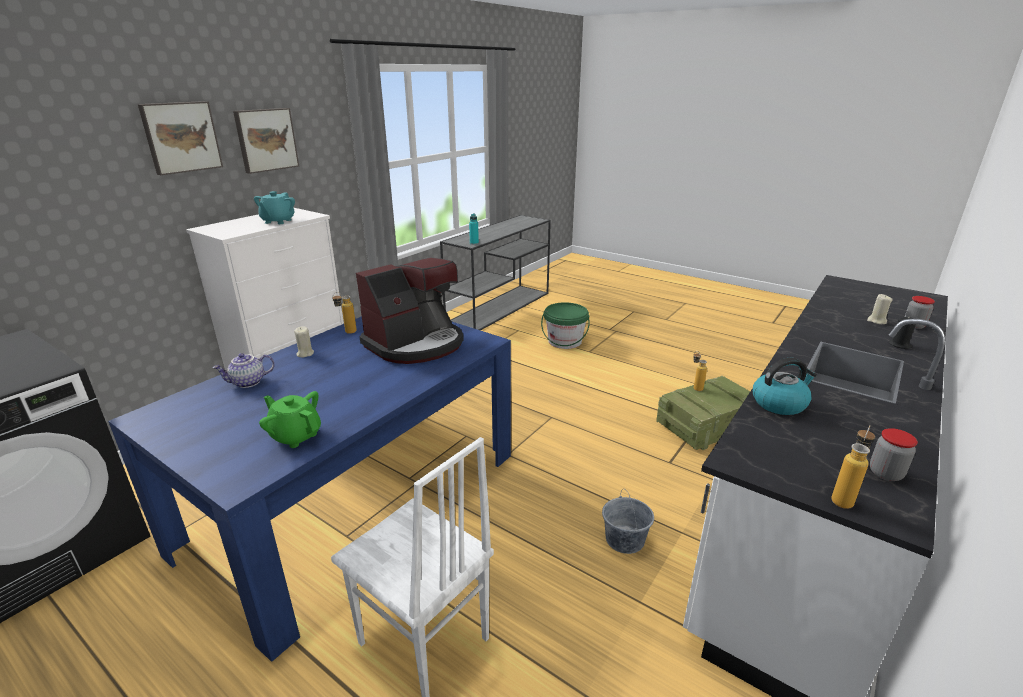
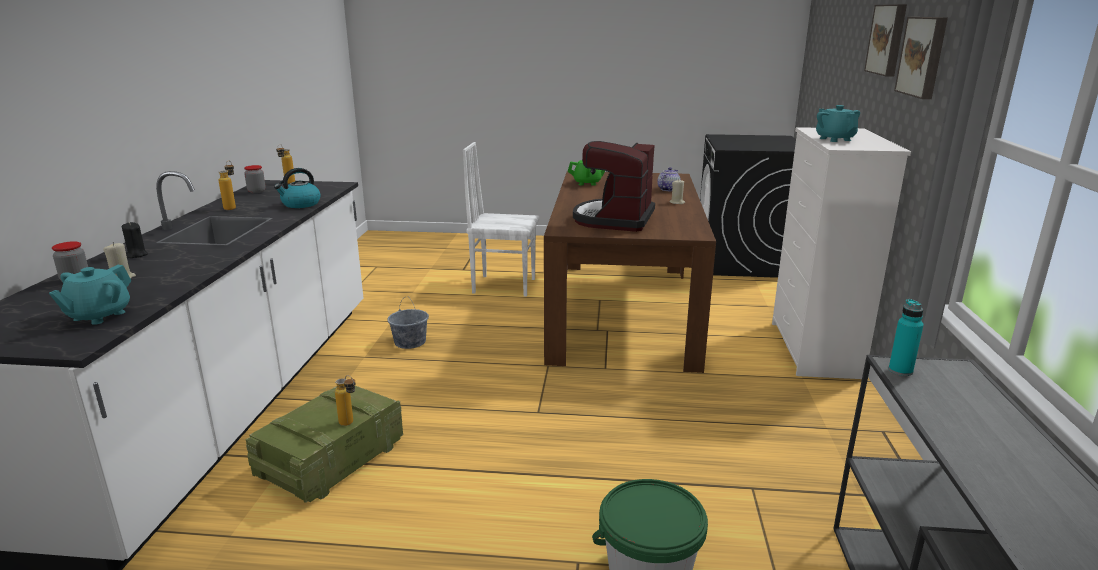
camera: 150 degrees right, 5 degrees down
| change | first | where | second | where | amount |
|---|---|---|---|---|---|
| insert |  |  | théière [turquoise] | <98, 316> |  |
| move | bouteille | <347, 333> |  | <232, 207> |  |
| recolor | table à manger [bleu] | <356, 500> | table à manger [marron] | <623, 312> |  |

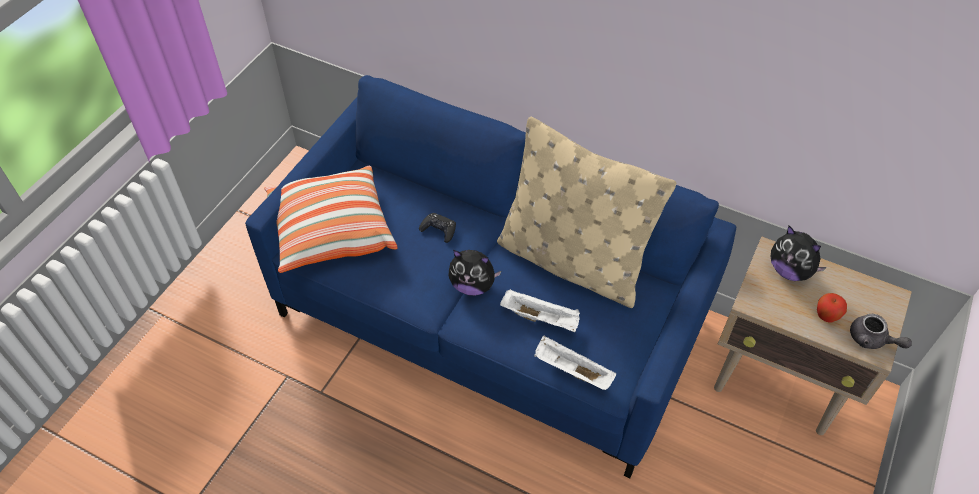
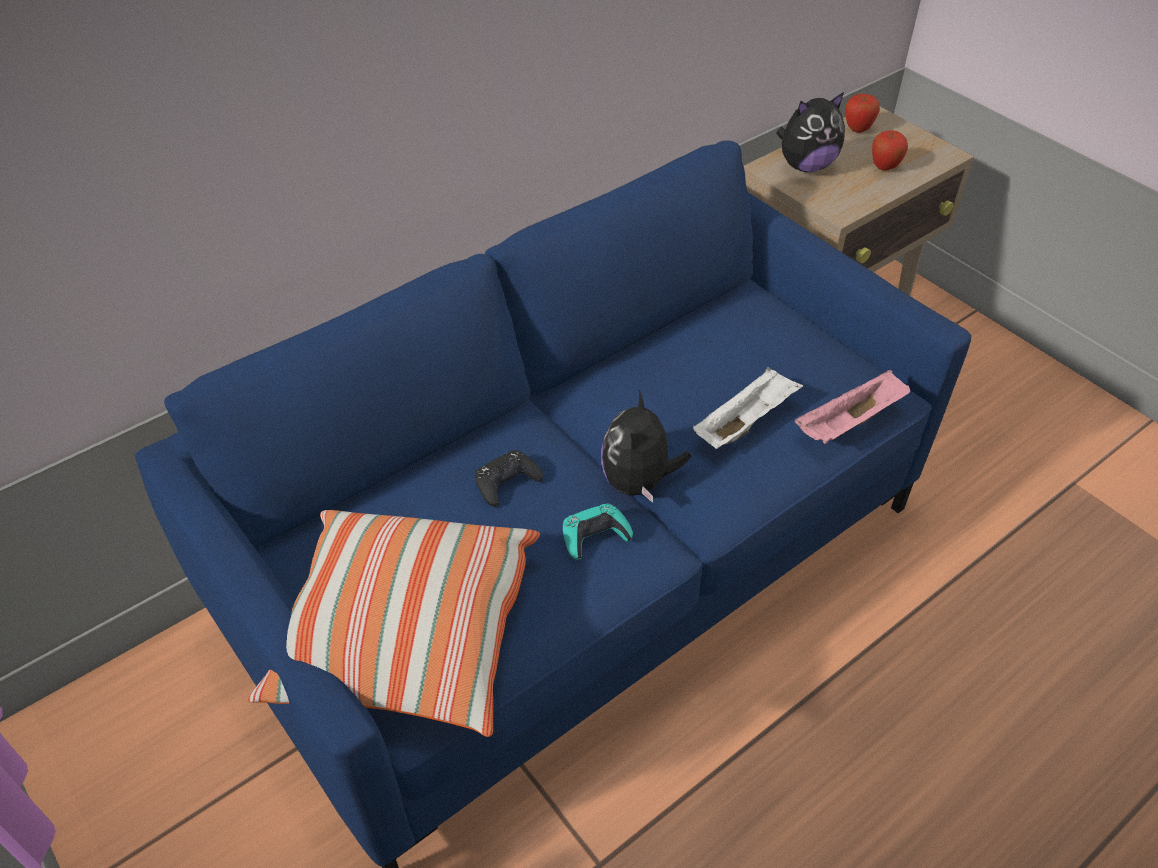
camera: 65 degrees left, 5 degrees down
| change | first | where | second | where | amount |
|---|---|---|---|---|---|
| delete | coussin [beige] | <572, 261> |  |  |  |
| delete | théière [gris] | <872, 340> |  |  |  |
| insert |  |  | manette [turquoise] | <595, 536> |  |
| insert |  |  | pomme | <857, 129> |  |
| recolor | plateau [blanc] | <571, 371> | plateau [rose] | <849, 424> |  |
| rotate | peluche | <472, 285> |  | <638, 482> | 150 degrees clockwise |

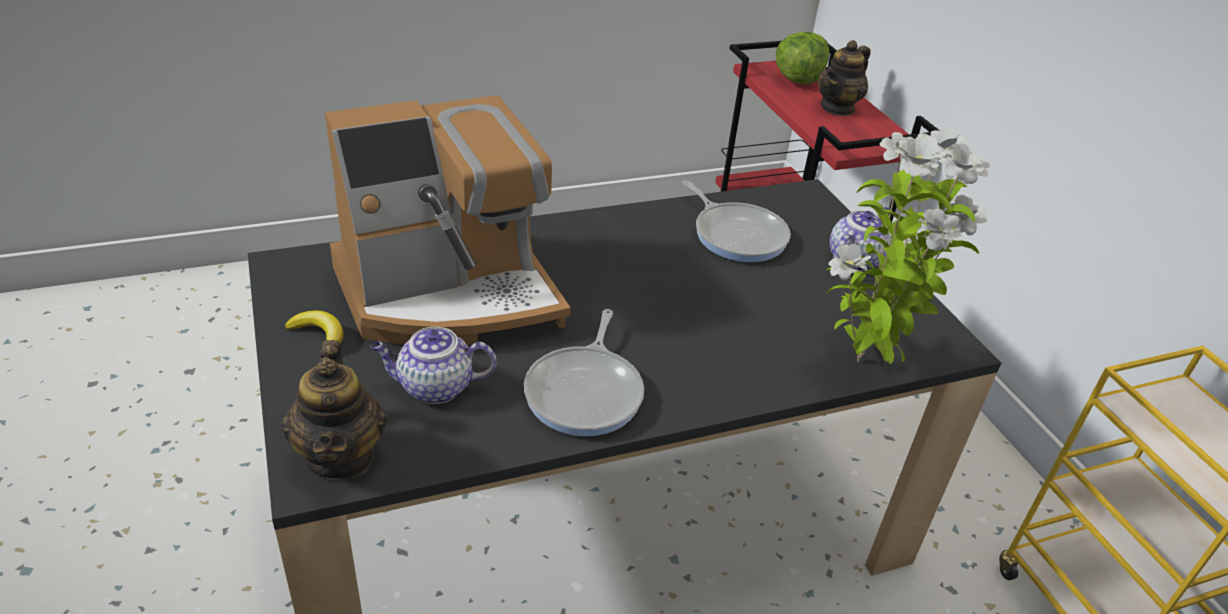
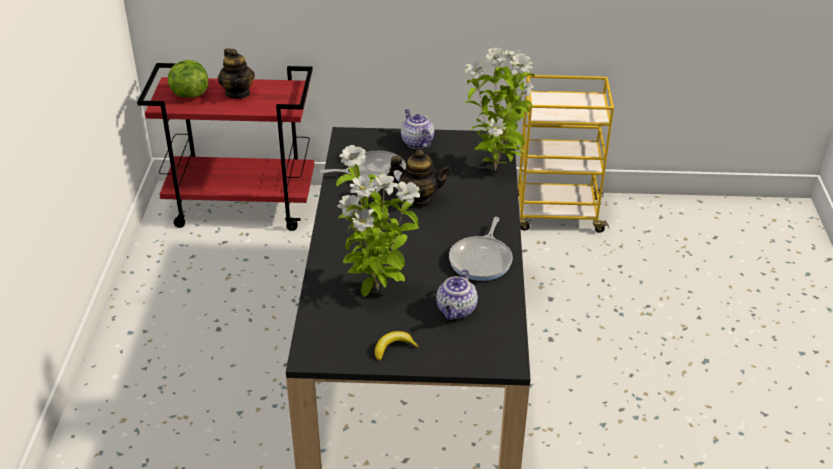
camera: 65 degrees left, 0 degrees up
| change | first | where | second | where | amount |
|---|---|---|---|---|---|
| move | théière | <341, 456> |  | <418, 198> |  |
| replace | machine à café | <450, 294> | plante en pot | <376, 291> |  |
| rotate | poêle | <586, 392> |  | <482, 260> | 75 degrees clockwise |

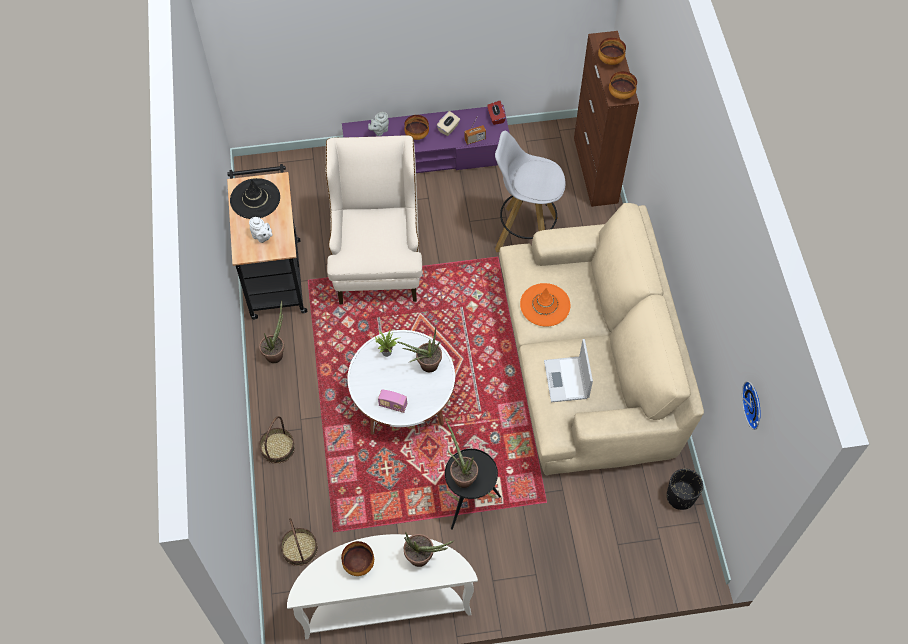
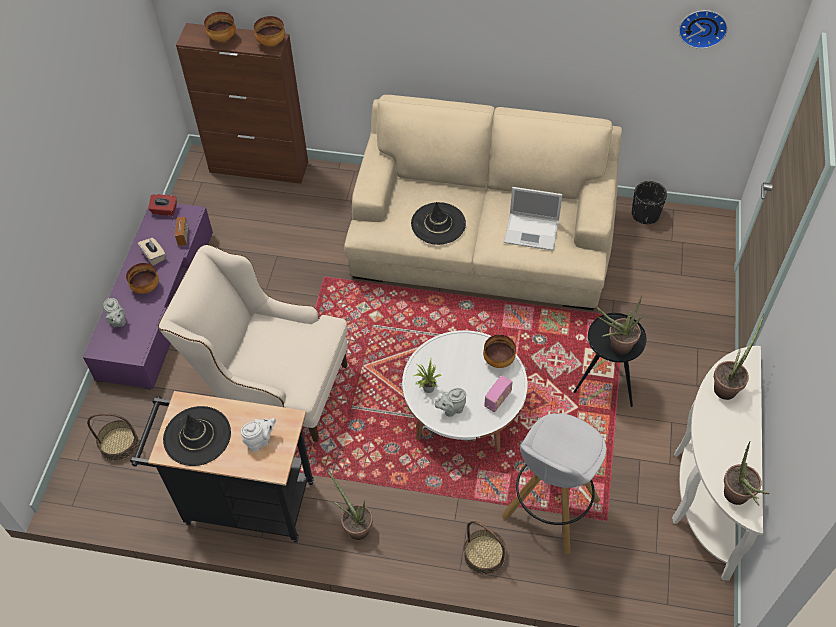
camera: 70 degrees left, 5 degrees down
| change | first | where | second | where | amount |
|---|---|---|---|---|---|
| insert |  |  | théière [gris] | <451, 409> |  |
| move | panier | <299, 548> |  | <119, 444> |  |
| move | bol | <358, 564> |  | <499, 360> |  |
| move | plante en pot | <425, 366> |  | <737, 499> |  |
| move | tabouret [blanc] | <525, 233> |  | <549, 510> |  |
| recolor | chapeau [orange] | <545, 305> | chapeau [noir] | <438, 224> |  |

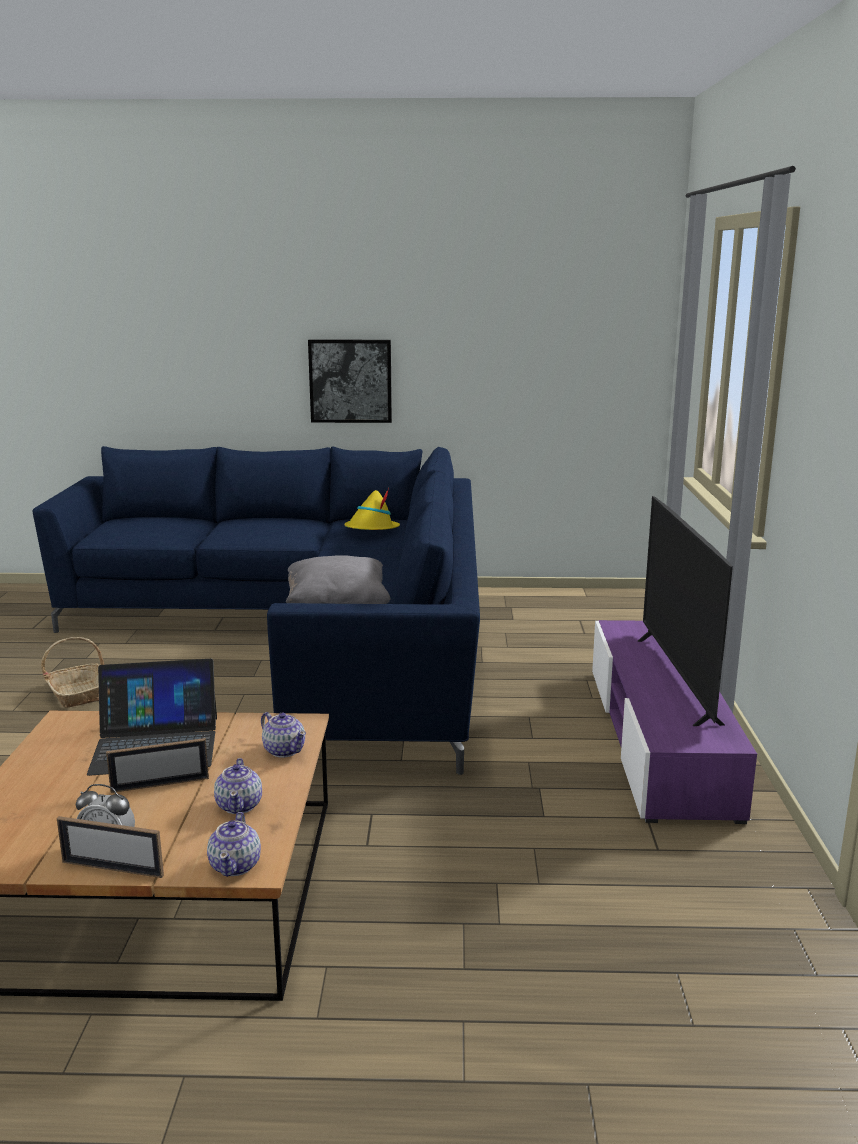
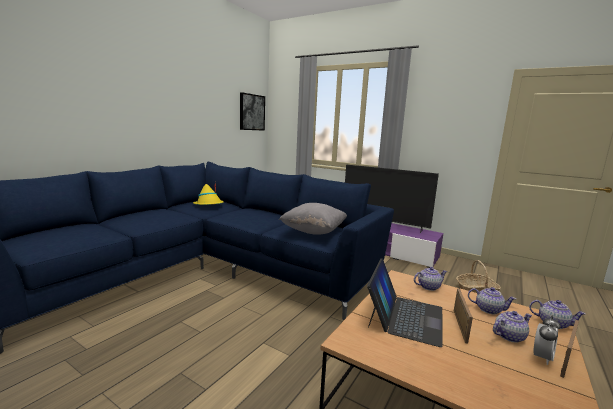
camera: 60 degrees left, 5 degrees down
| change | first | where | second | where | amount |
|---|---|---|---|---|---|
| insert |  |  | théière | <508, 336> |  |
| move | panier | <78, 694> |  | <476, 290> |  |
| move | tableau | <350, 381> |  | <252, 112> |  |

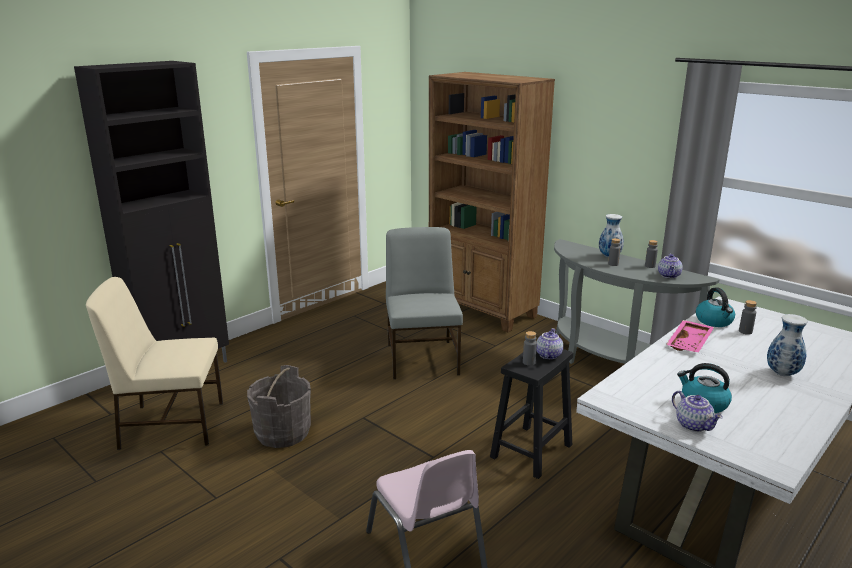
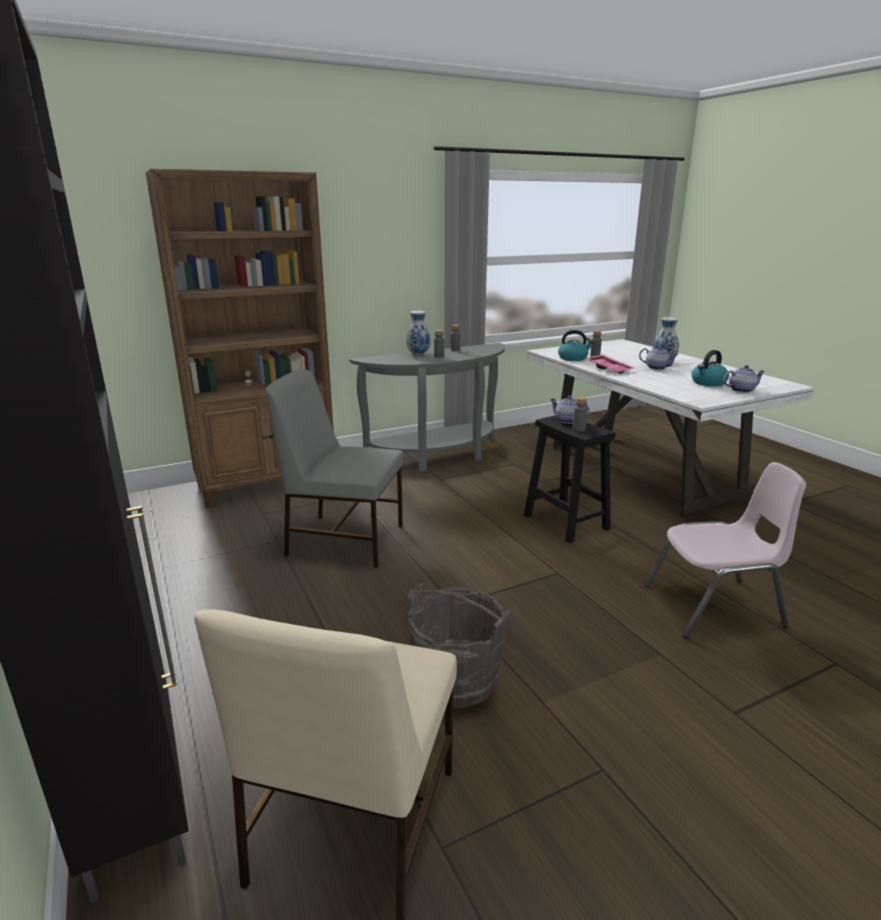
camera: 70 degrees left, 0 degrees up
| change | first | where | second | where | amount |
|---|---|---|---|---|---|
| move | théière | <669, 276> |  | <657, 368> |  |

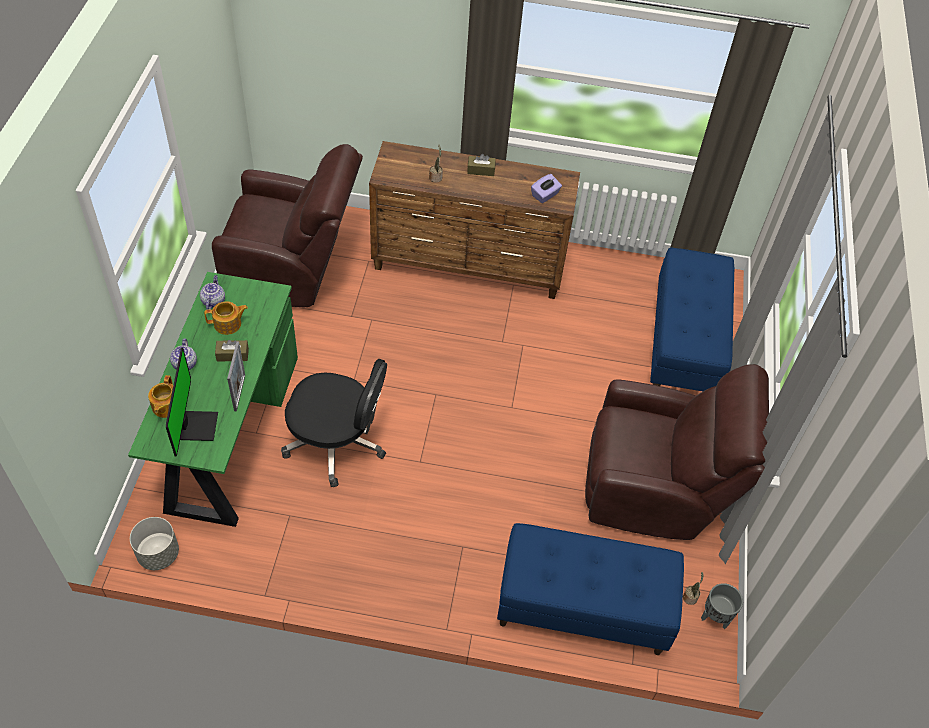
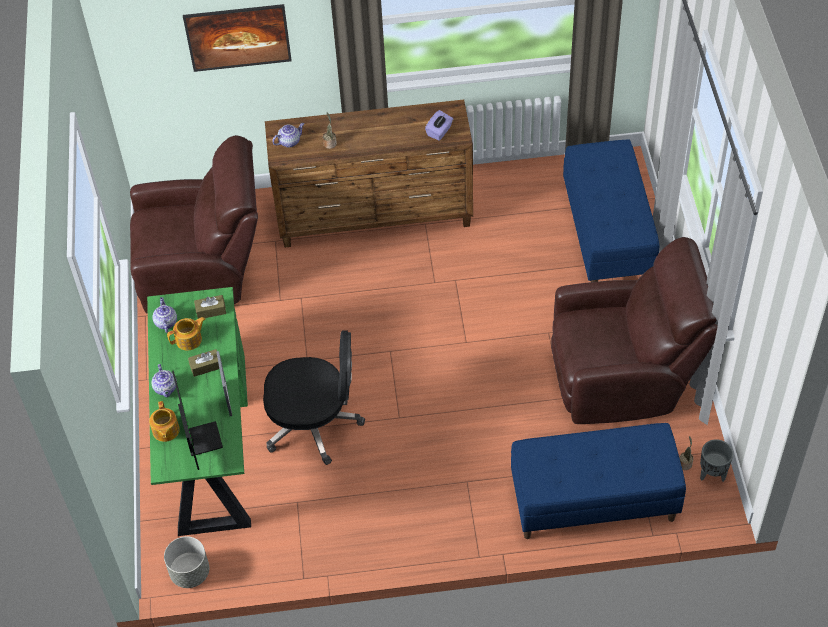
camera: 10 degrees left, 0 degrees up
| change | first | where | second | where | amount |
|---|---|---|---|---|---|
| insert |  |  | tableau | <240, 51> |  |
| insert |  |  | théière | <290, 141> |  |
| move | boîte à mouchoirs [marron] | <481, 170> |  | <211, 311> |  |

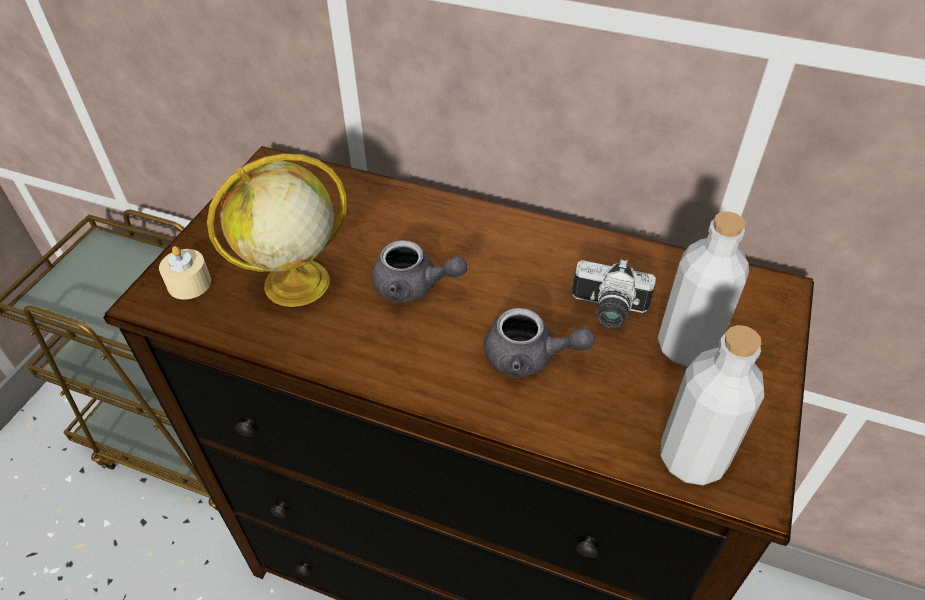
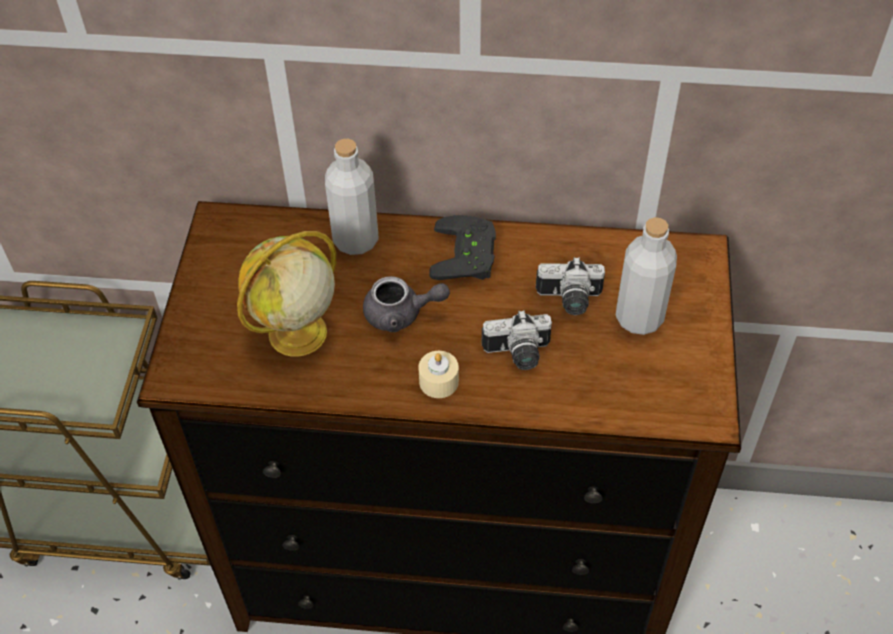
camera: 15 degrees left, 5 degrees up
| change | first | where | second | where | amount |
|---|---|---|---|---|---|
| insert |  |  | manette [noir] | <469, 255> |  |
| move | bougie [beige] | <189, 283> |  | <439, 381> |  |
| move | bouteille [gris] | <692, 458> |  | <355, 240> |  |
| replace | théière [gris] | <529, 357> | appareil photo | <518, 355> |  |

